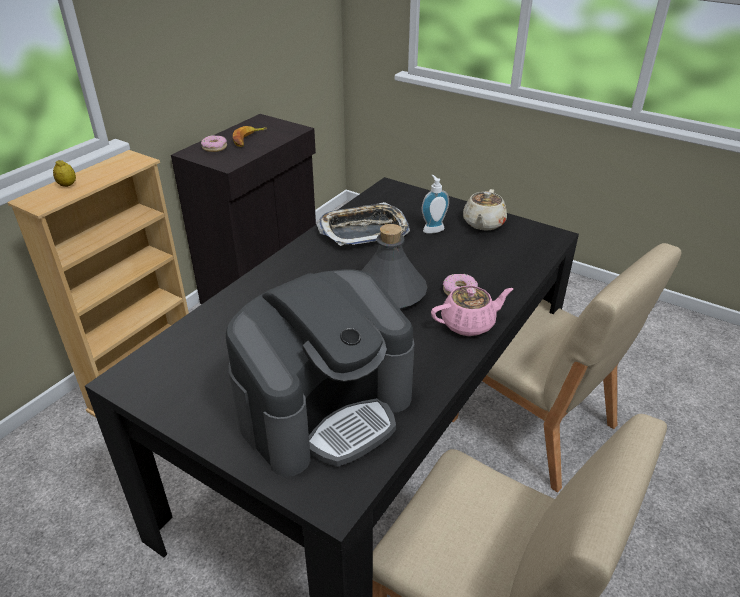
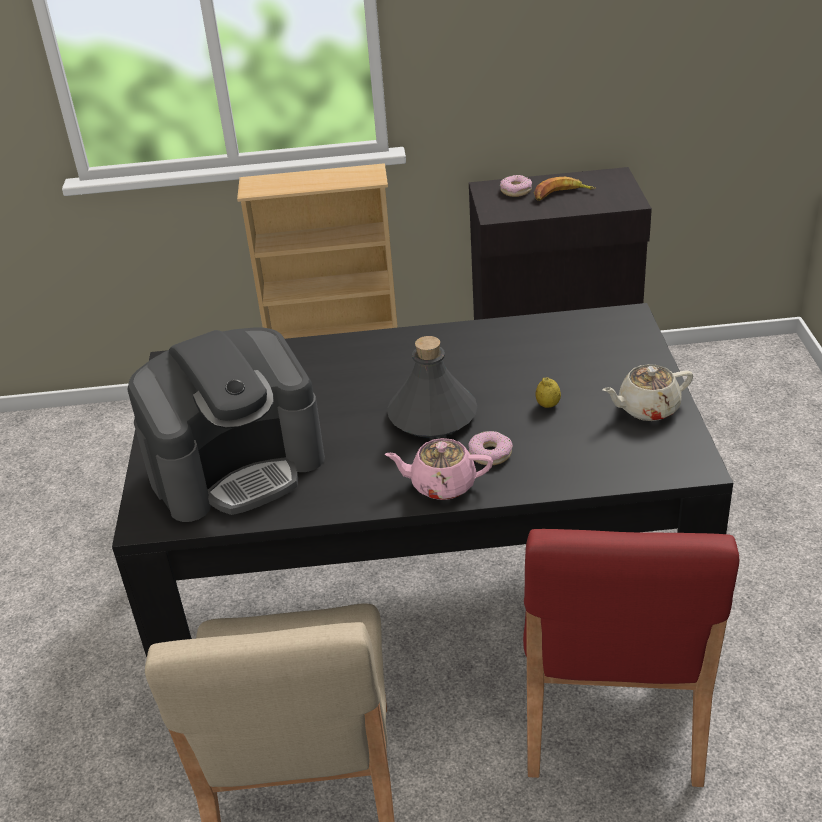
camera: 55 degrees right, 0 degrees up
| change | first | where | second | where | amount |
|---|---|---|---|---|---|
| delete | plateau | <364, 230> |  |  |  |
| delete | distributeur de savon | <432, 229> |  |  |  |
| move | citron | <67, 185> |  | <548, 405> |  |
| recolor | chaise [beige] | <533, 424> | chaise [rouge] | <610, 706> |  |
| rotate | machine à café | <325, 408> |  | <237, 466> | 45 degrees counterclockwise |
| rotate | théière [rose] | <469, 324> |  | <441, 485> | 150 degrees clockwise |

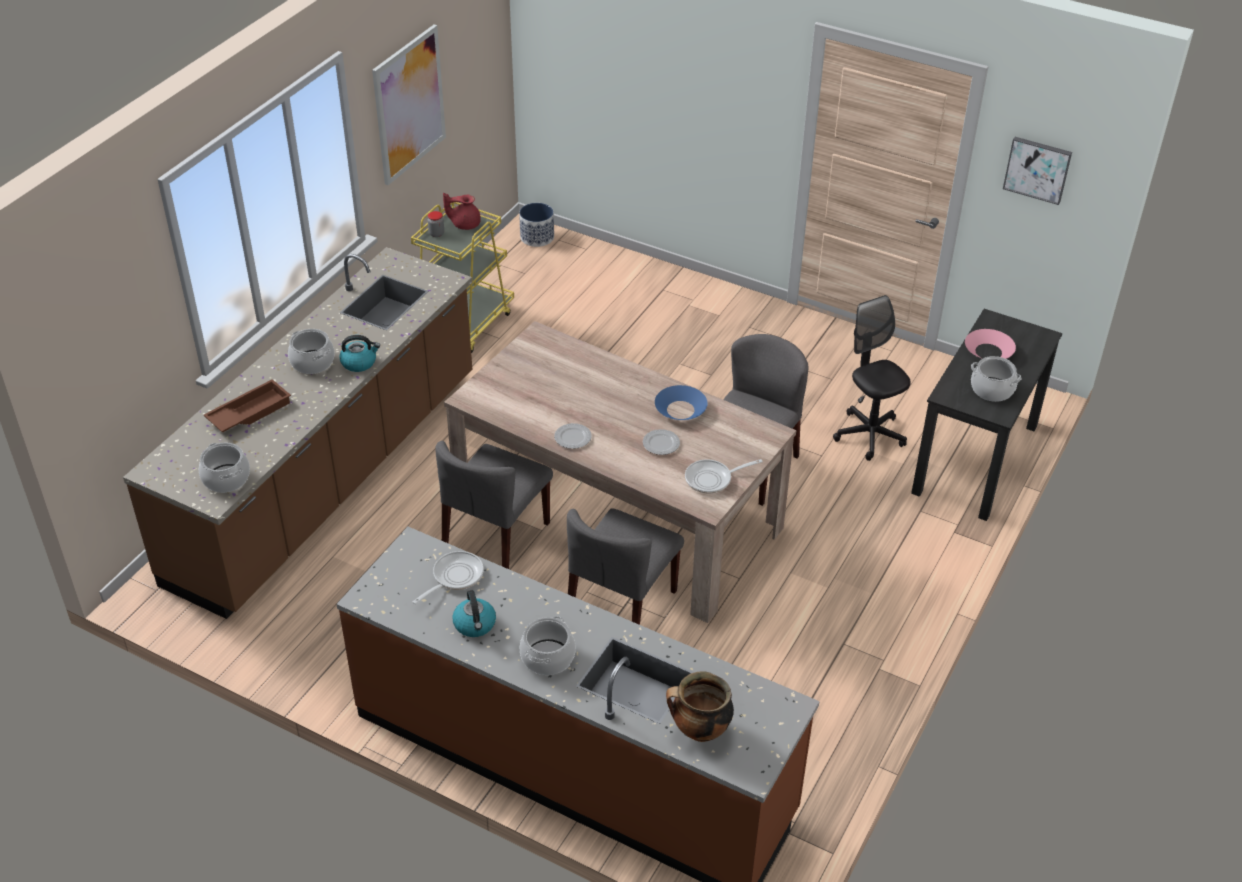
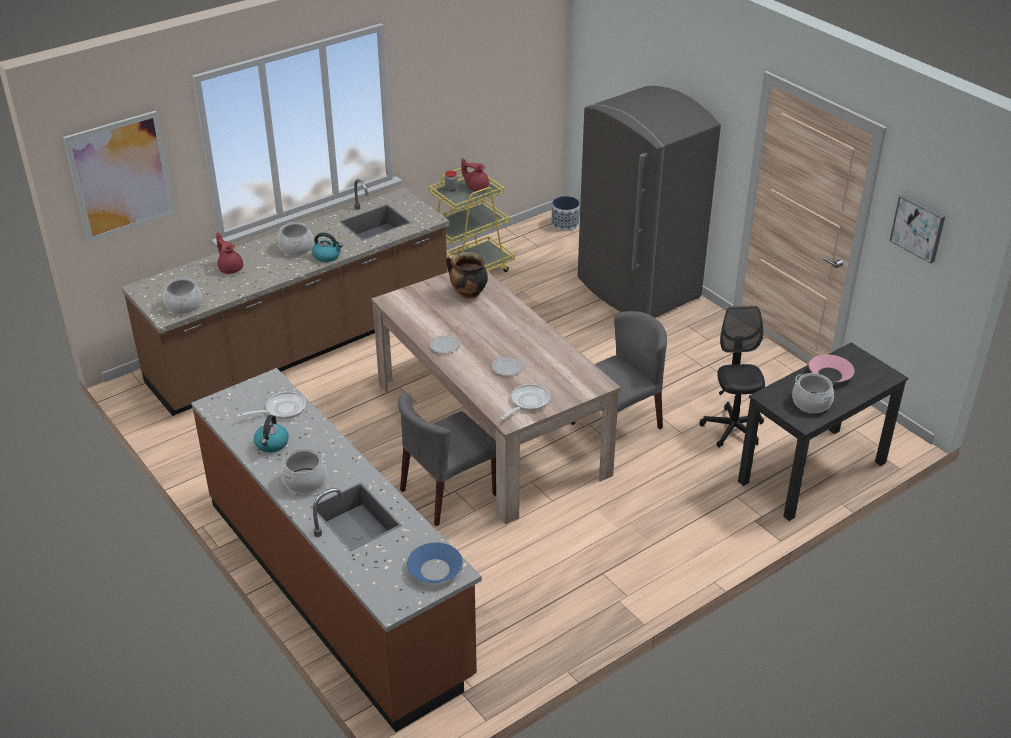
camera: 25 degrees right, 5 degrees down
| change | first | where | second | where | amount |
|---|---|---|---|---|---|
| delete | chaise [gris] | <496, 538> |  |  |  |
| insert |  |  | réfrigérateur [gris] | <637, 289> |  |
| move | tableau | <409, 104> |  | <121, 176> |  |
| move | bol [bleu] | <680, 410> |  | <435, 569> |  |
| move | marmite | <699, 731> |  | <467, 293> |  |
| replace | plateau [marron] | <249, 412> | théière [rouge] | <230, 268> |  |
| rotate | poêle | <712, 479> |  | <527, 402> | 120 degrees clockwise |

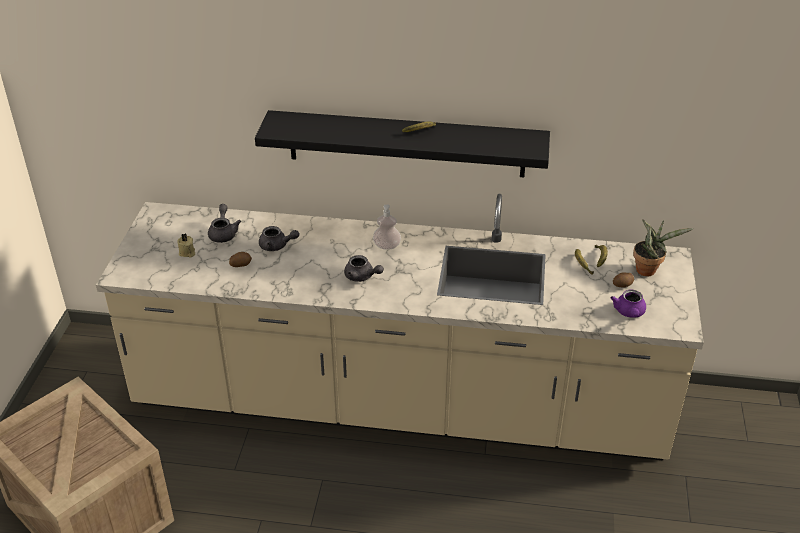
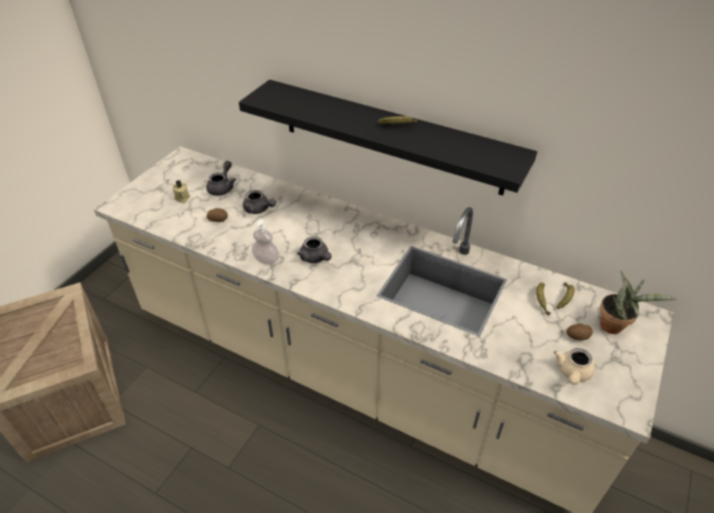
camera: 20 degrees right, 5 degrees up
| change | first | where | second | where | amount |
|---|---|---|---|---|---|
| move | distributeur de savon | <387, 246> |  | <266, 259> |  |
| recolor | théière [violet] | <629, 313> | théière [beige] | <572, 373> |  |

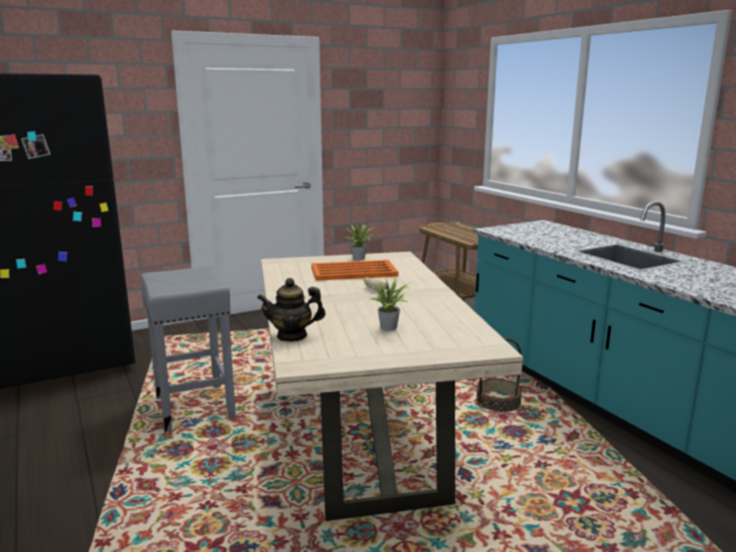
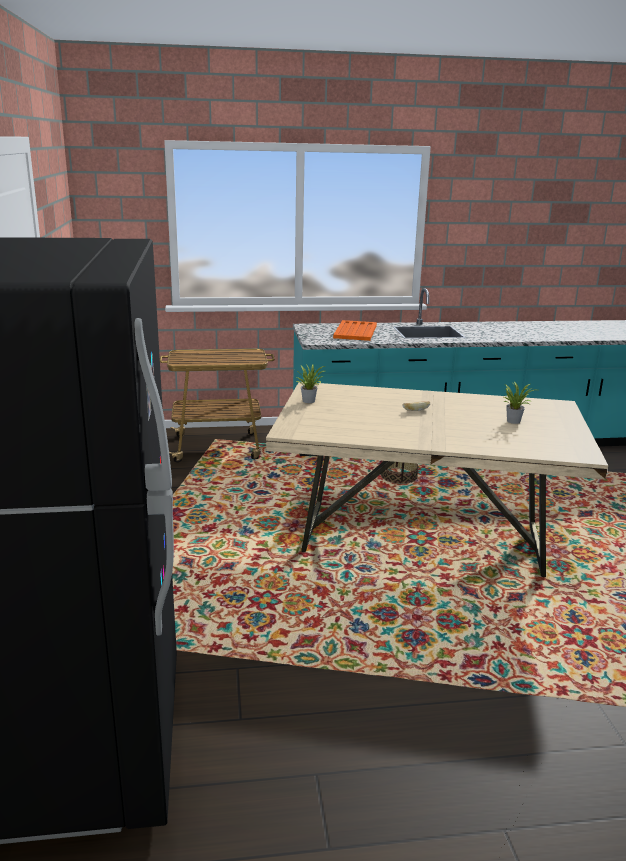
camera: 70 degrees left, 5 degrees up
| change | first | where | second | where | amount |
|---|---|---|---|---|---|
| delete | tabouret [gris] | <194, 407> |  |  |  |
| delete | théière | <292, 336> |  |  |  |
| move | plateau [orange] | <354, 271> |  | <355, 331> |  |

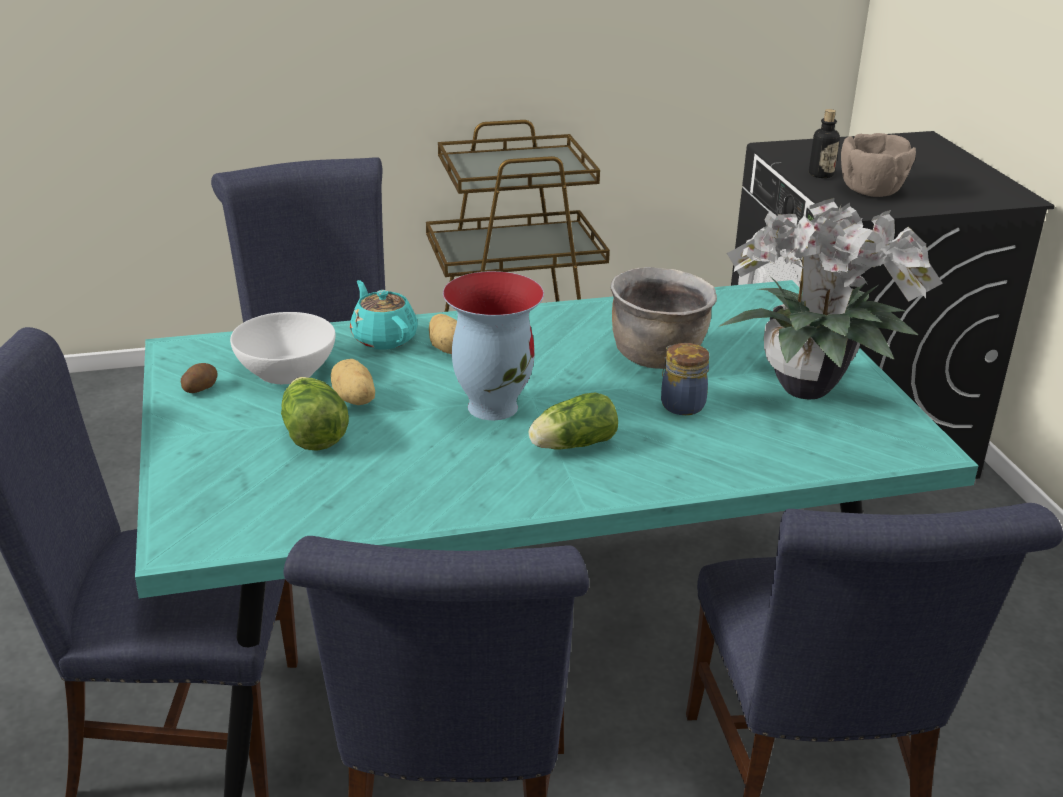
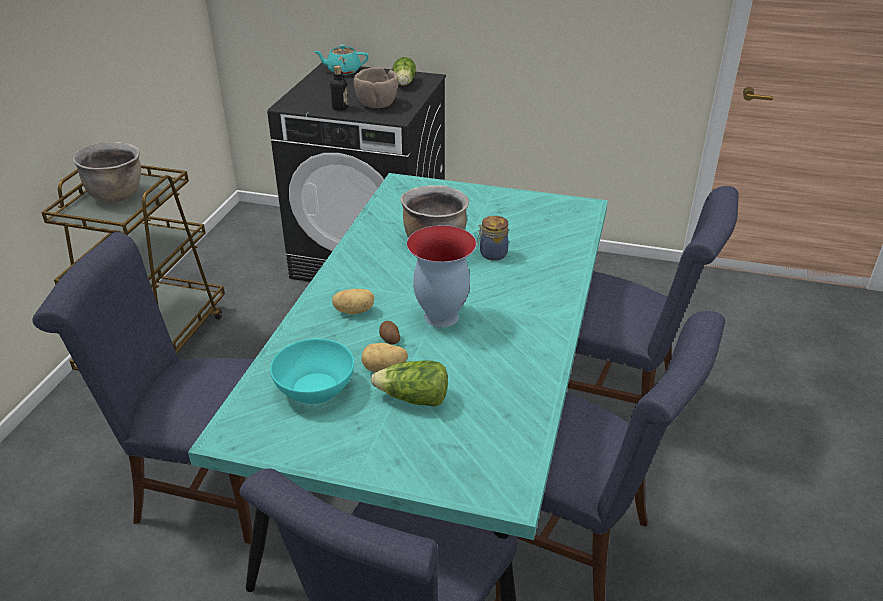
camera: 60 degrees left, 5 degrees up
| change | first | where | second | where | amount |
|---|---|---|---|---|---|
| delete | plante en pot | <811, 391> |  |  |  |
| insert |  |  | marmite [marron] | <116, 195> |  |
| move | pomme de terre | <199, 388> |  | <389, 339> |  |
| move | théière [turquoise] | <383, 338> |  | <343, 71> |  |
| move | laitue | <570, 445> |  | <404, 83> |  |
| recolor | bol [blanc] | <286, 370> | bol [turquoise] | <315, 388> |  |

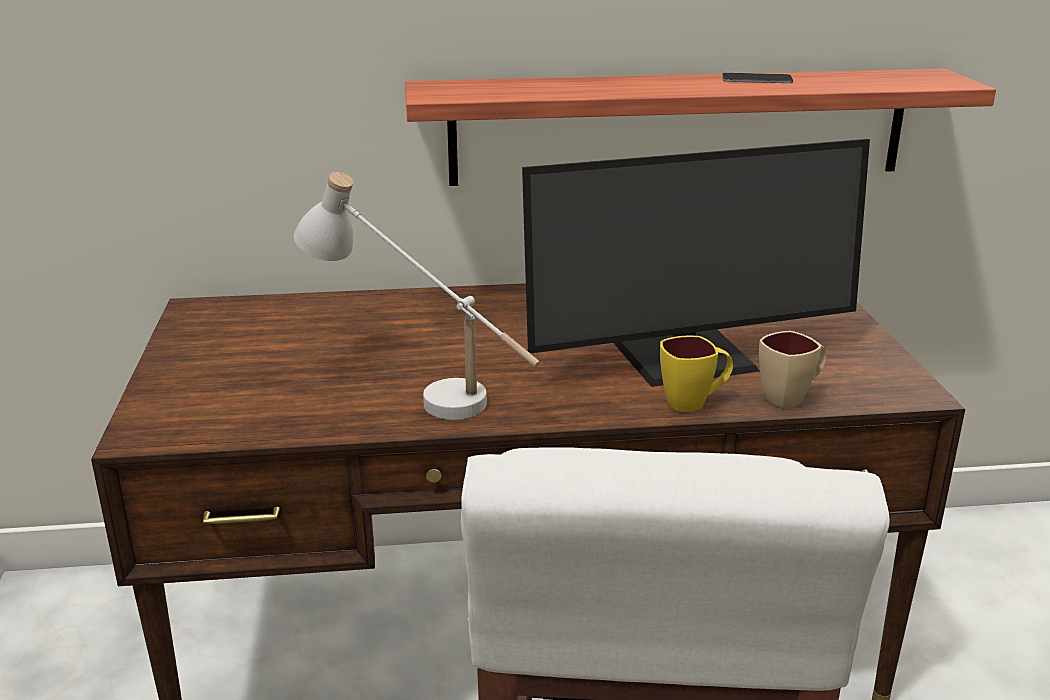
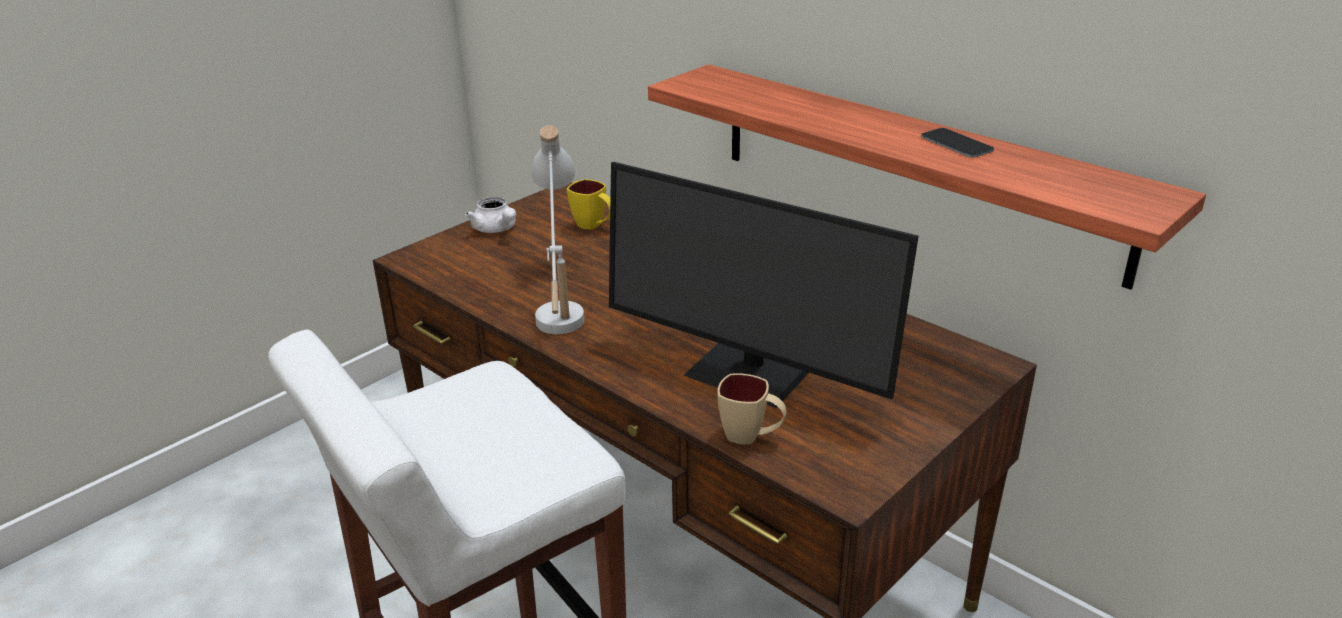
camera: 50 degrees right, 5 degrees up
| change | first | where | second | where | amount |
|---|---|---|---|---|---|
| insert |  |  | théière [blanc] | <496, 229> |  |
| move | mug [jaune] | <694, 403> |  | <594, 226> |  |

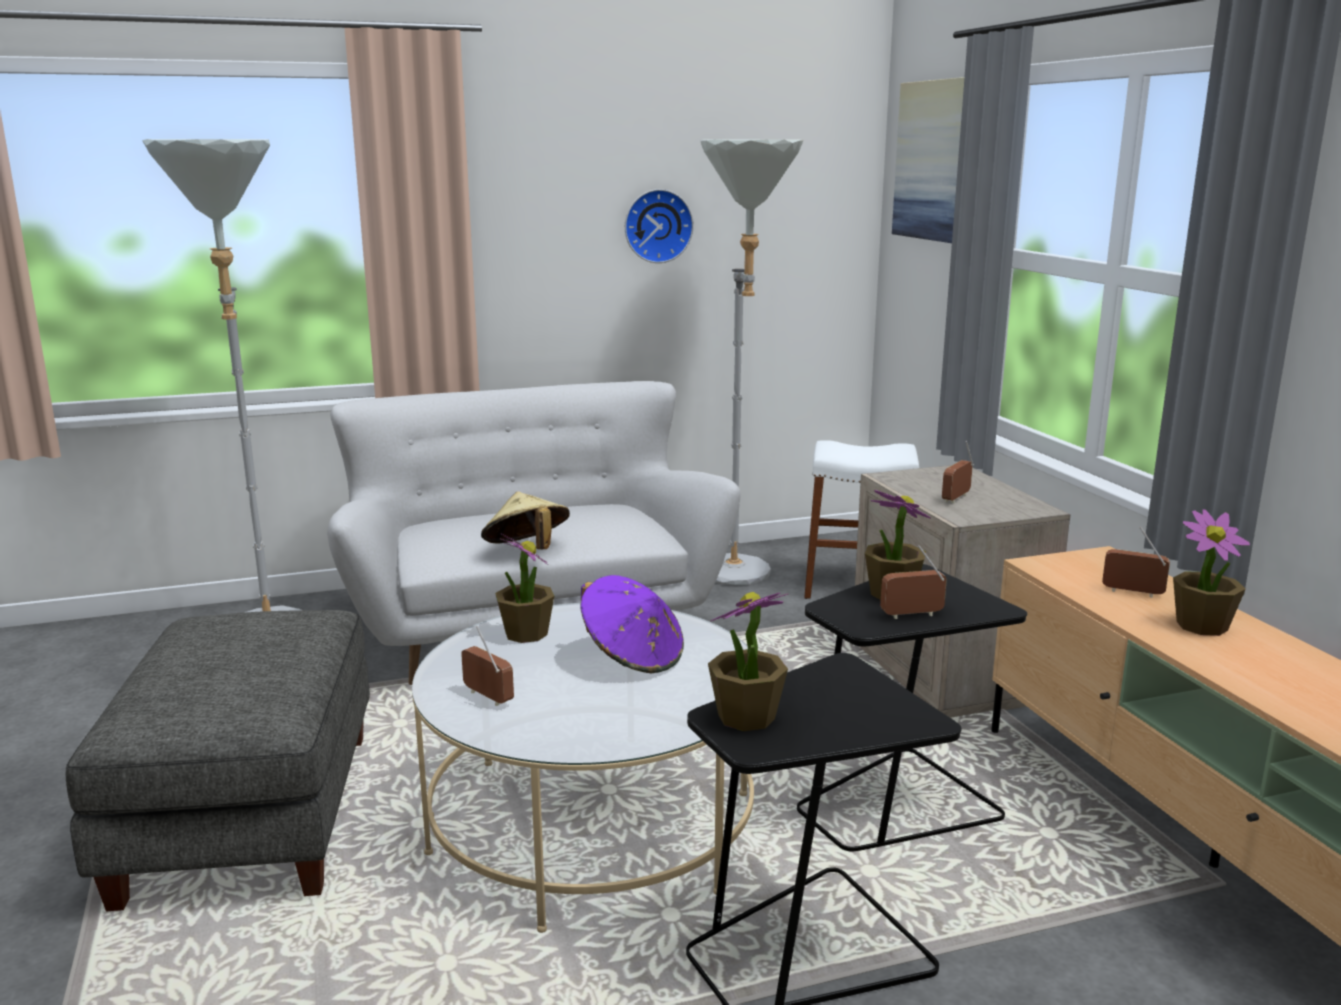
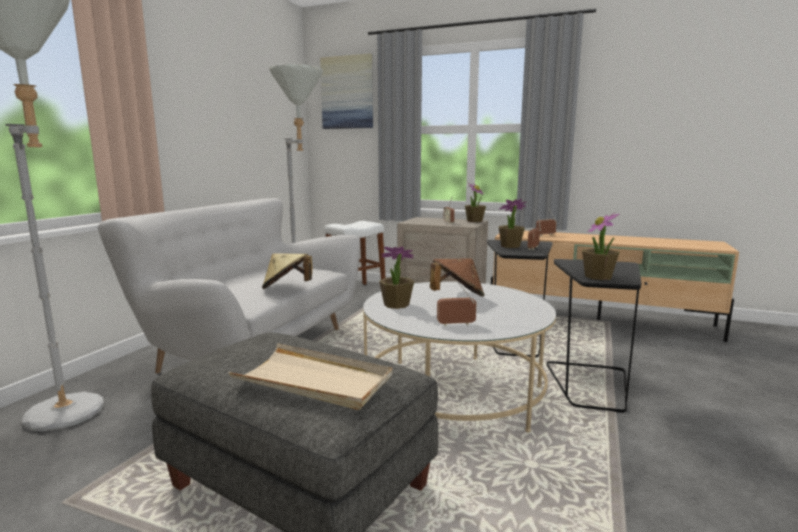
camera: 50 degrees left, 5 degrees down
| change | first | where | second | where | amount |
|---|---|---|---|---|---|
| delete | horloge murale | <657, 226> |  |  |  |
| insert |  |  | plateau [beige] | <314, 381> |  |
| move | plante en pot | <1202, 626> |  | <474, 221> |  |
| recolor | chapeau [violet] | <632, 657> | chapeau [marron] | <457, 296> |  |

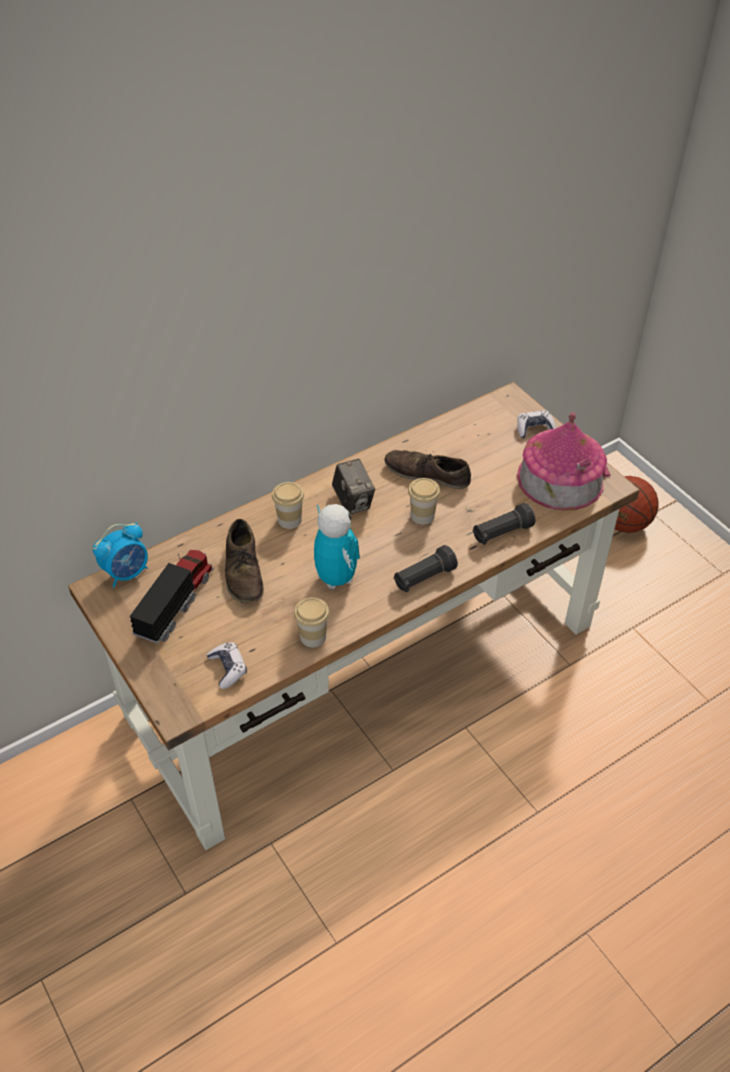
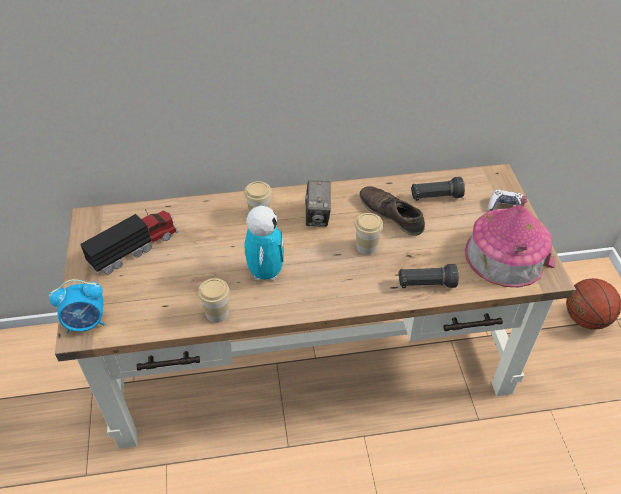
camera: 25 degrees right, 0 degrees up
| change | first | where | second | where | amount |
|---|---|---|---|---|---|
| delete | manette | <228, 668> |  |  |  |
| delete | chaussure [marron] | <244, 571> |  |  |  |
| move | réveil | <127, 573> |  | <86, 323> |  |
| move | lampe de poche [noir] | <424, 578> |  | <435, 197> |  |

